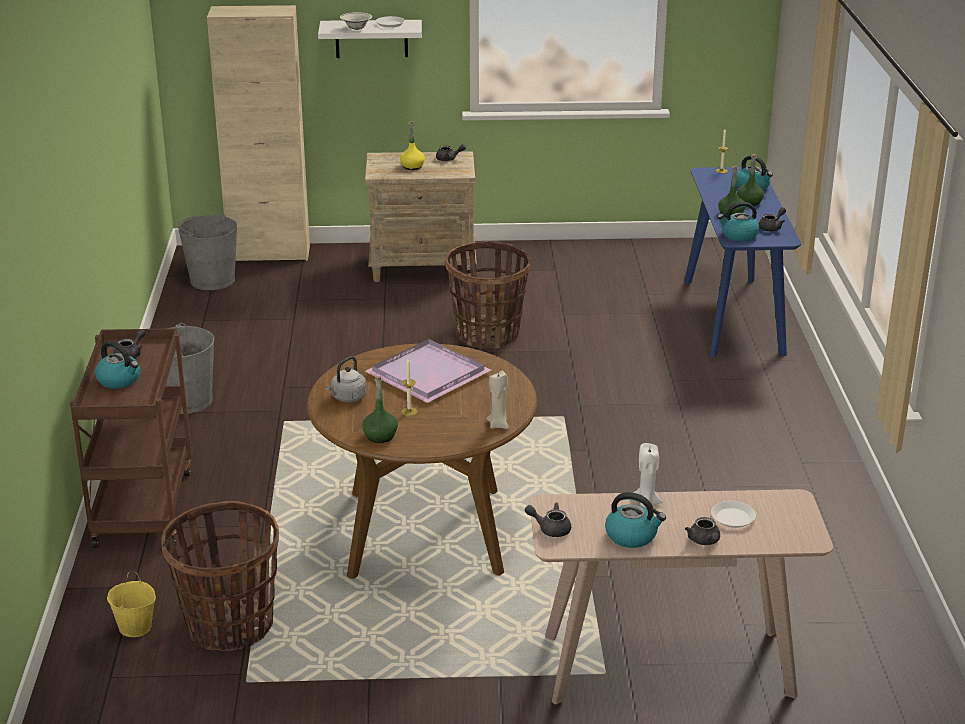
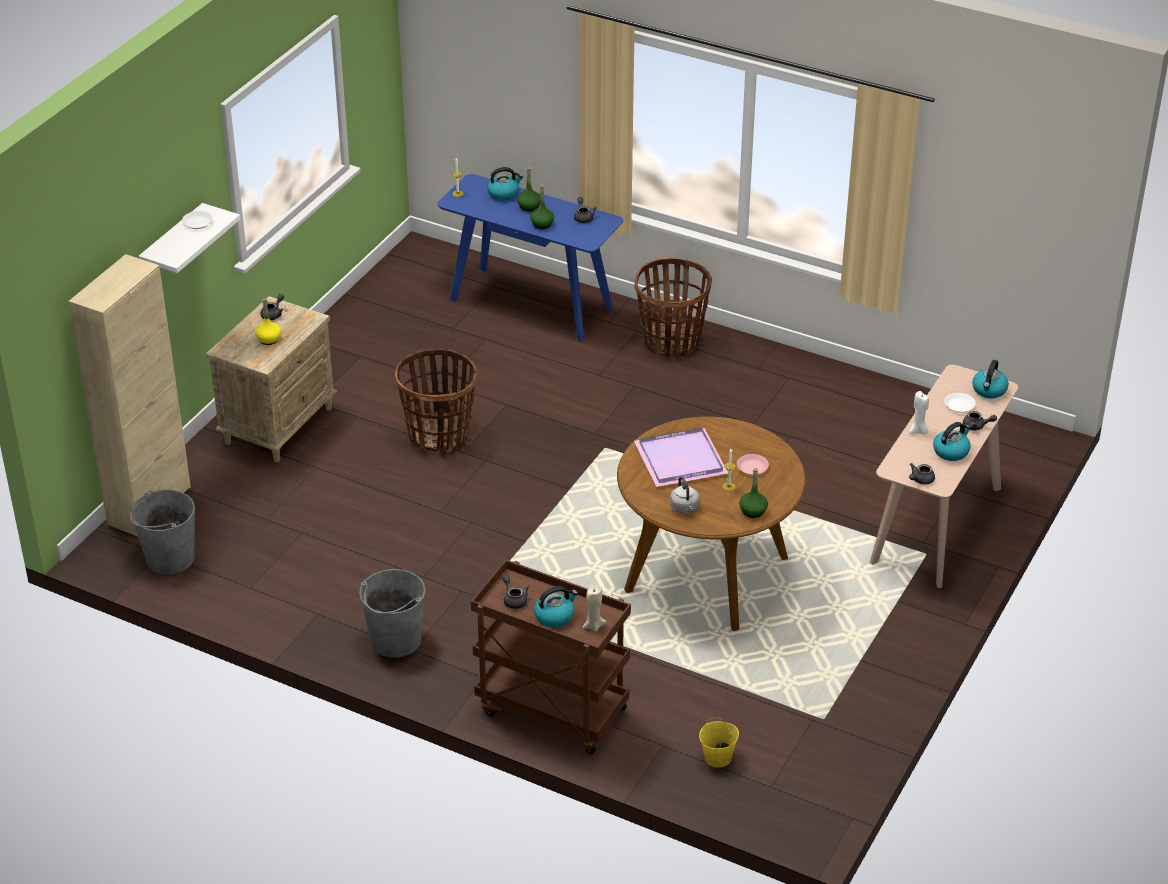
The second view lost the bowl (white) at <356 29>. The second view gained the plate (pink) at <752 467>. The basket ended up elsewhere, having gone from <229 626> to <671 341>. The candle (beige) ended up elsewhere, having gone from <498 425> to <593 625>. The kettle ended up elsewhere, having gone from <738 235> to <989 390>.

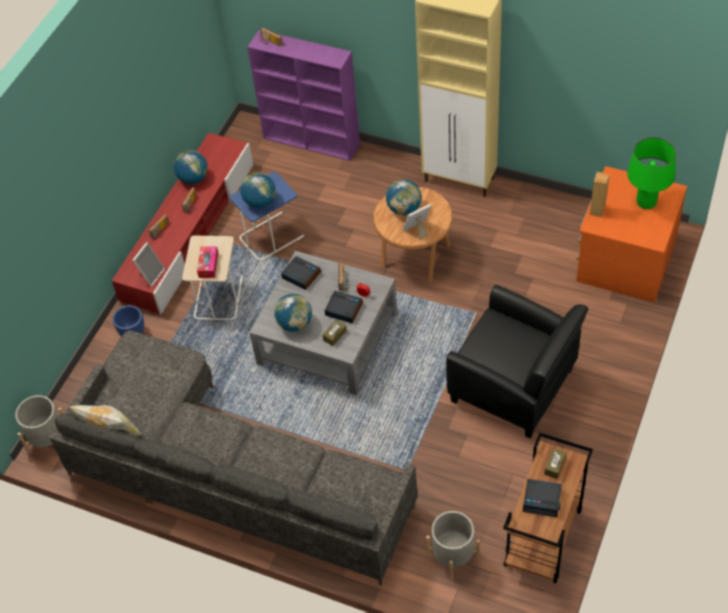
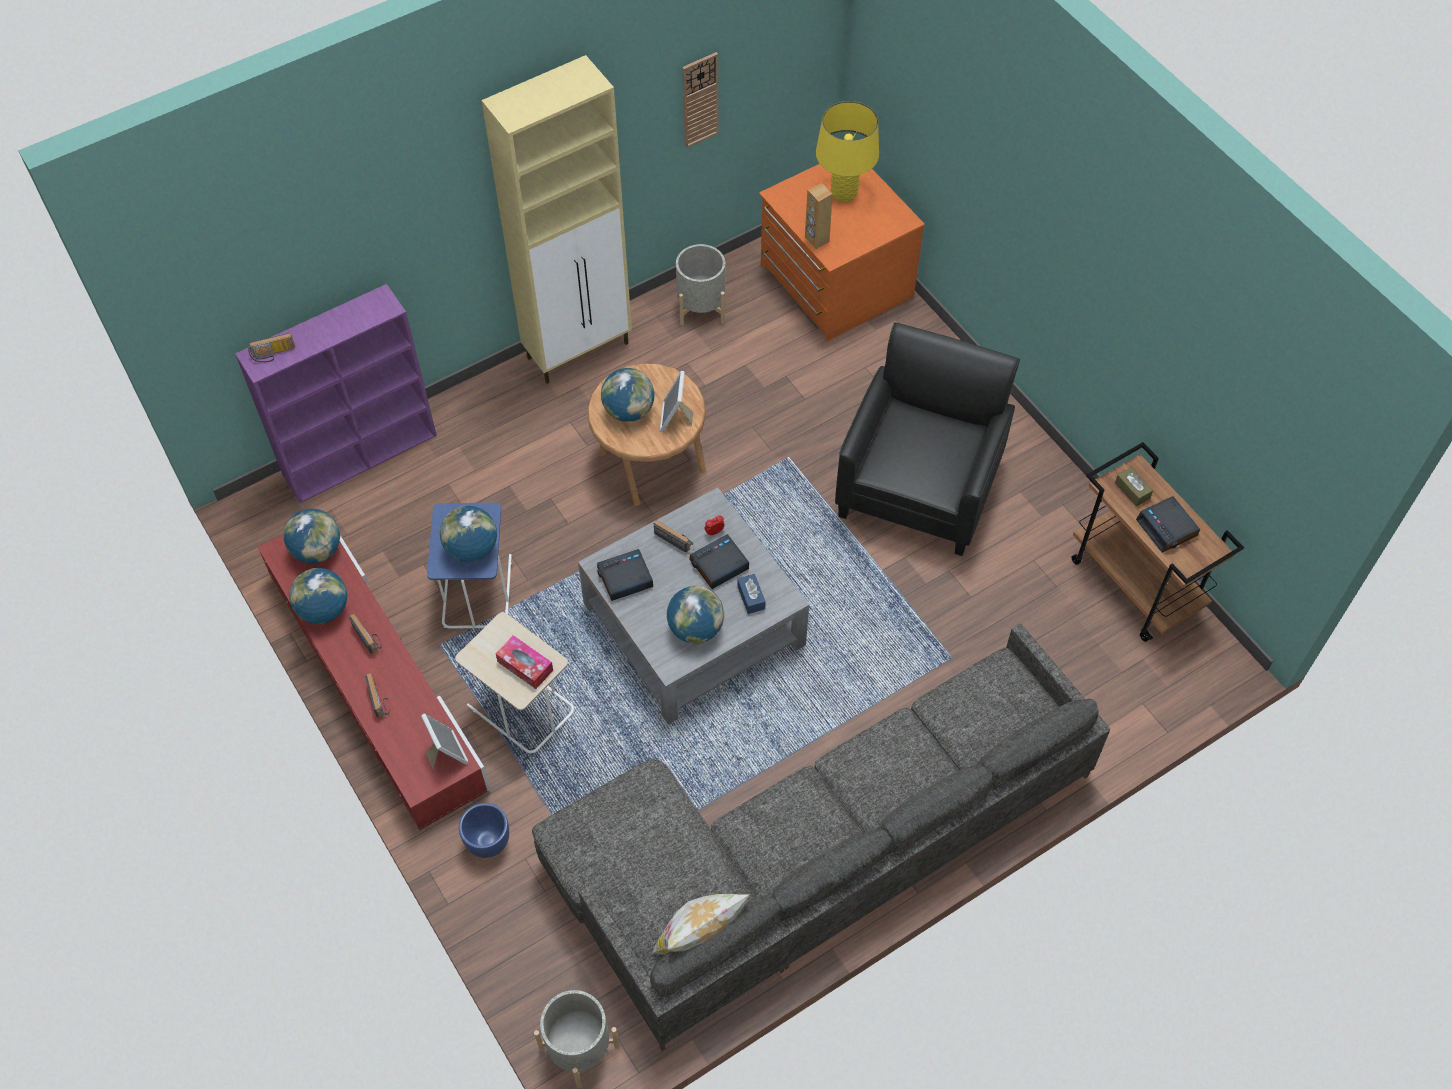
The second view gained the globe at <317 550>. The second view gained the wall clock at <700 100>. The planter (grey) ended up elsewhere, having gone from <453 556> to <701 307>. What was the tissue box (brown) at <335 335> turned into the tissue box (blue) at <751 597>. What was the table lamp (green) at <646 202> turned into the table lamp (yellow) at <844 193>. The armchair (black) at <513 386> ended up facing another way, 45 degrees counterclockwise from before. The alarm clock at <542 500> ended up facing another way, 105 degrees clockwise from before.

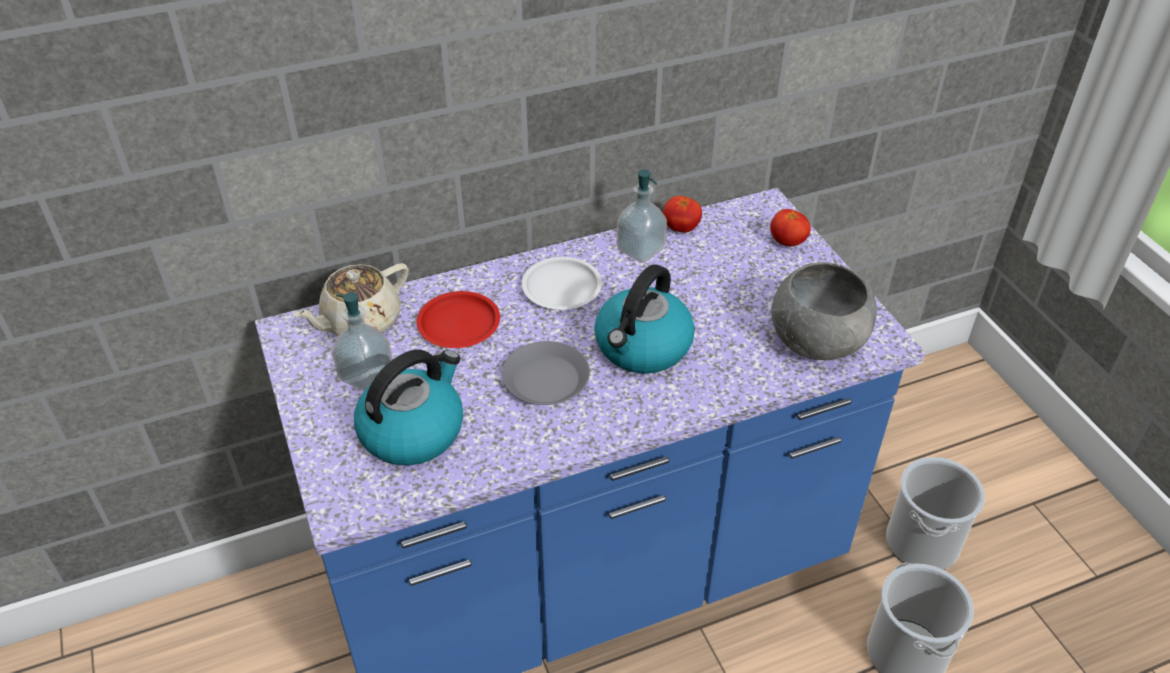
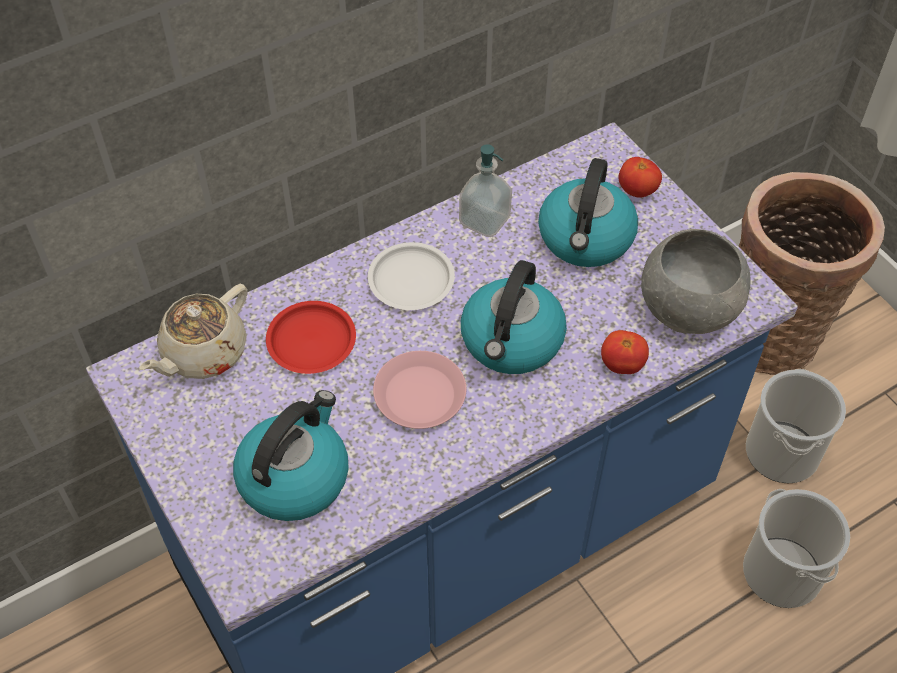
The second view lost the soap dispenser at <366 375>. The second view gained the kettle at <586 239>. The second view gained the basket at <773 332>. The tomato ended up elsewhere, having gone from <681 228> to <622 364>. What was the plate (grey) at <546 379> turned into the plate (pink) at <420 395>.

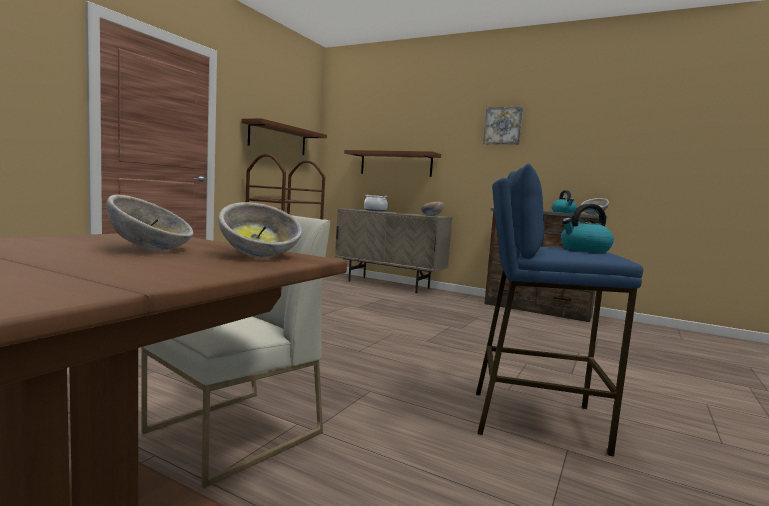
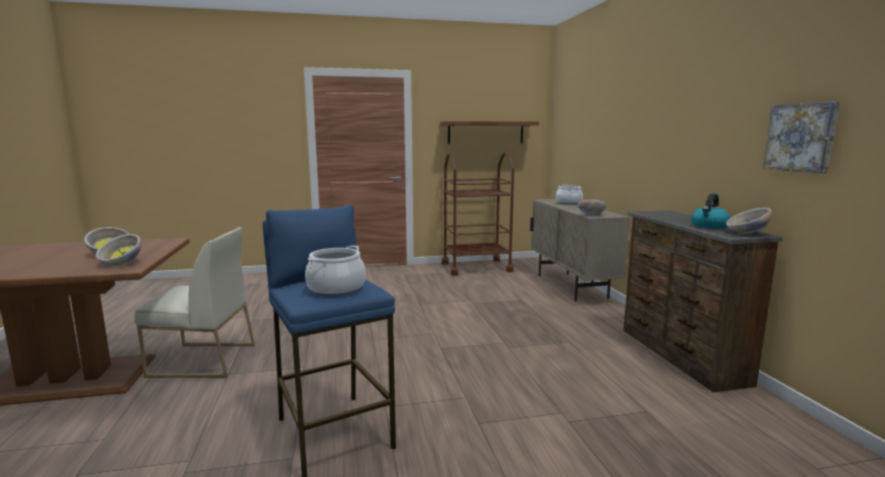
The second view lost the shelf (brown) at <395 164>. The picture ended up elsewhere, having gone from <503 126> to <801 137>. Where the kettle stood at <584 250>, the cooking pot came to stand at <336 289>.

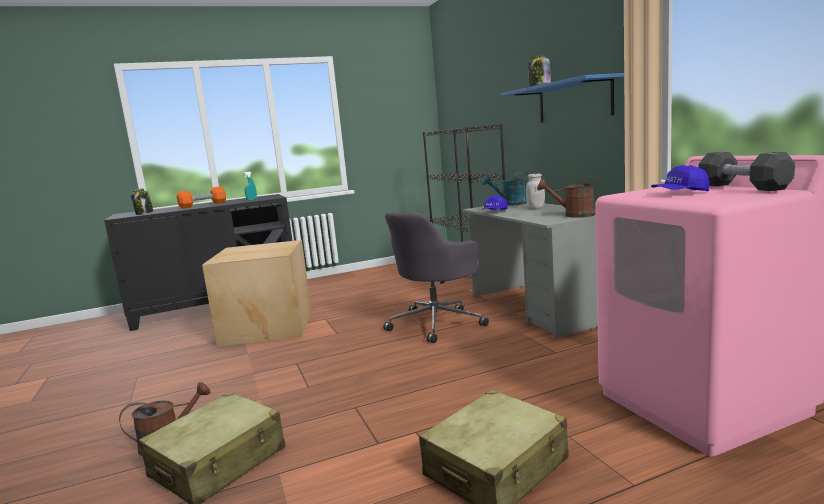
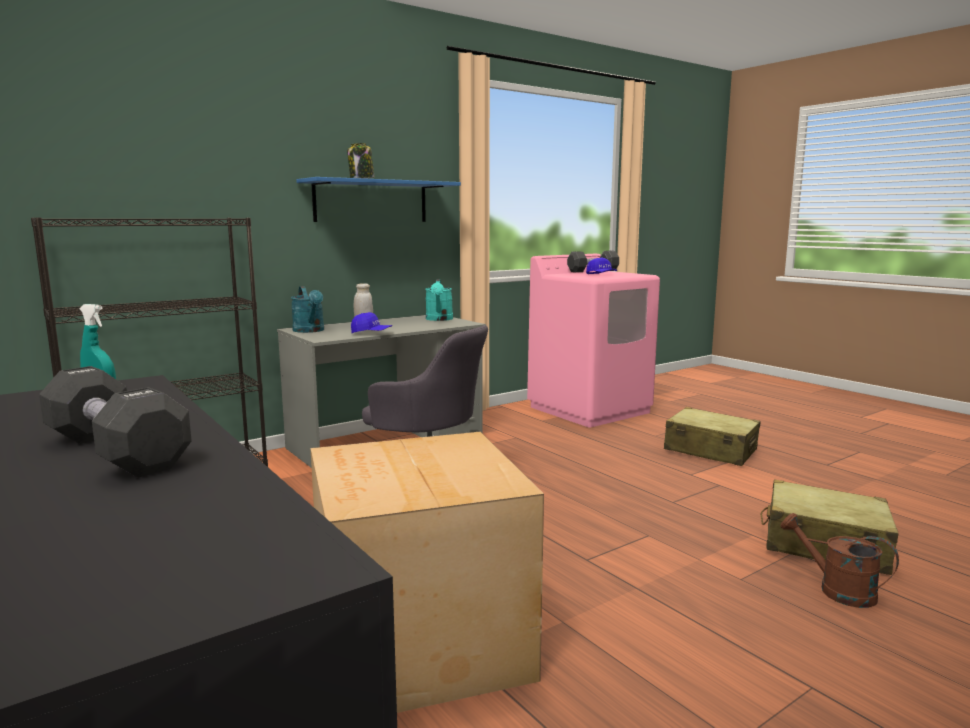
The second view lost the jar at <144 213>. What was the dumbbell (orange) at <203 205> turned into the dumbbell (black) at <116 452>. What was the watering can (brown) at <573 215> turned into the watering can (turquoise) at <439 319>.

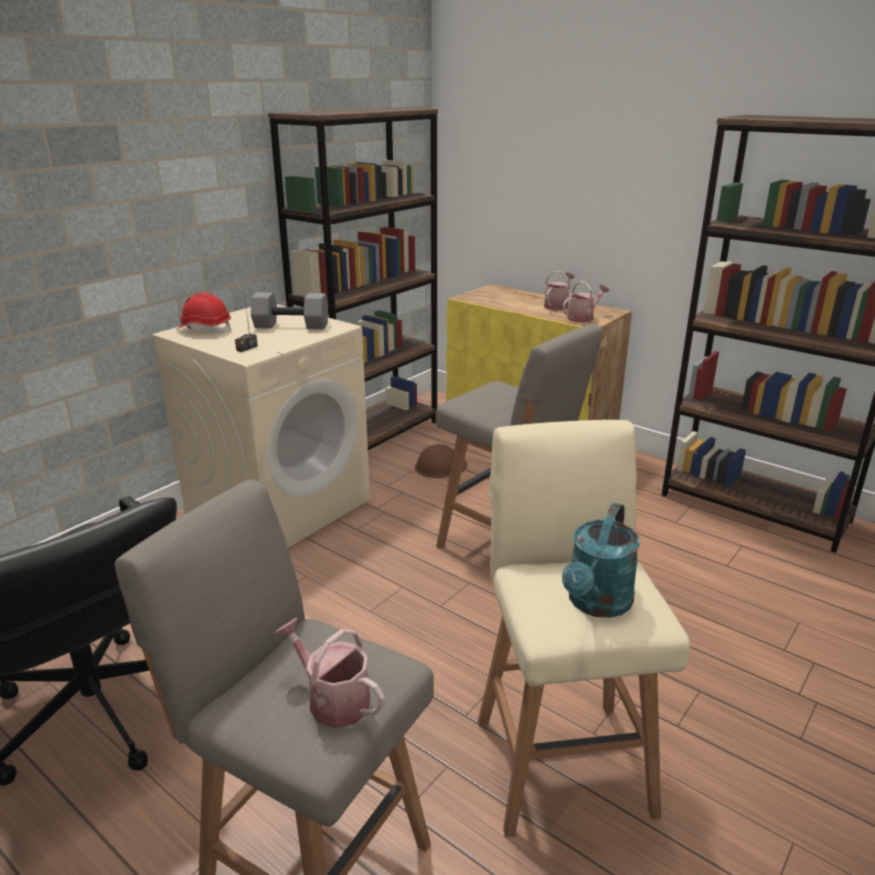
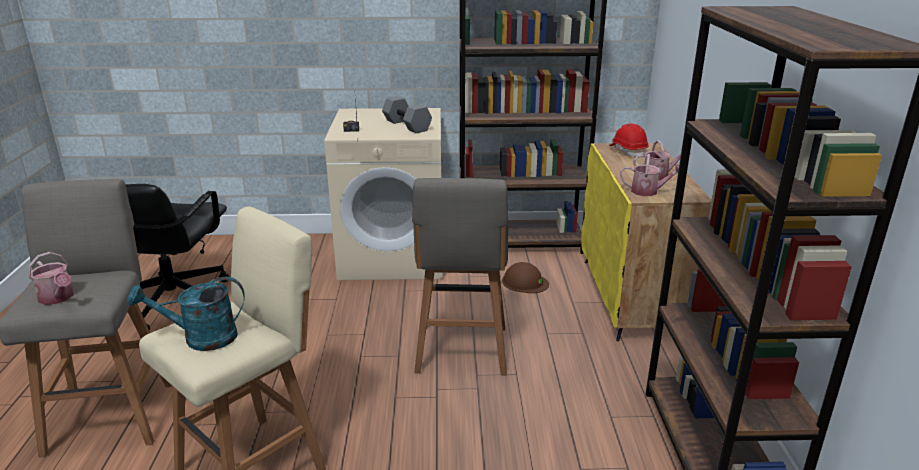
The hard hat (red) ended up elsewhere, having gone from <205 330> to <628 151>. The watering can at <332 699> ended up facing another way, 135 degrees clockwise from before.

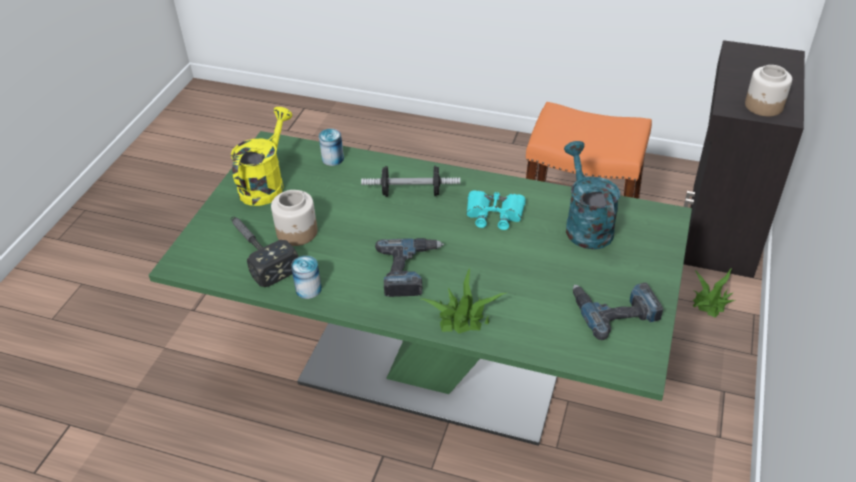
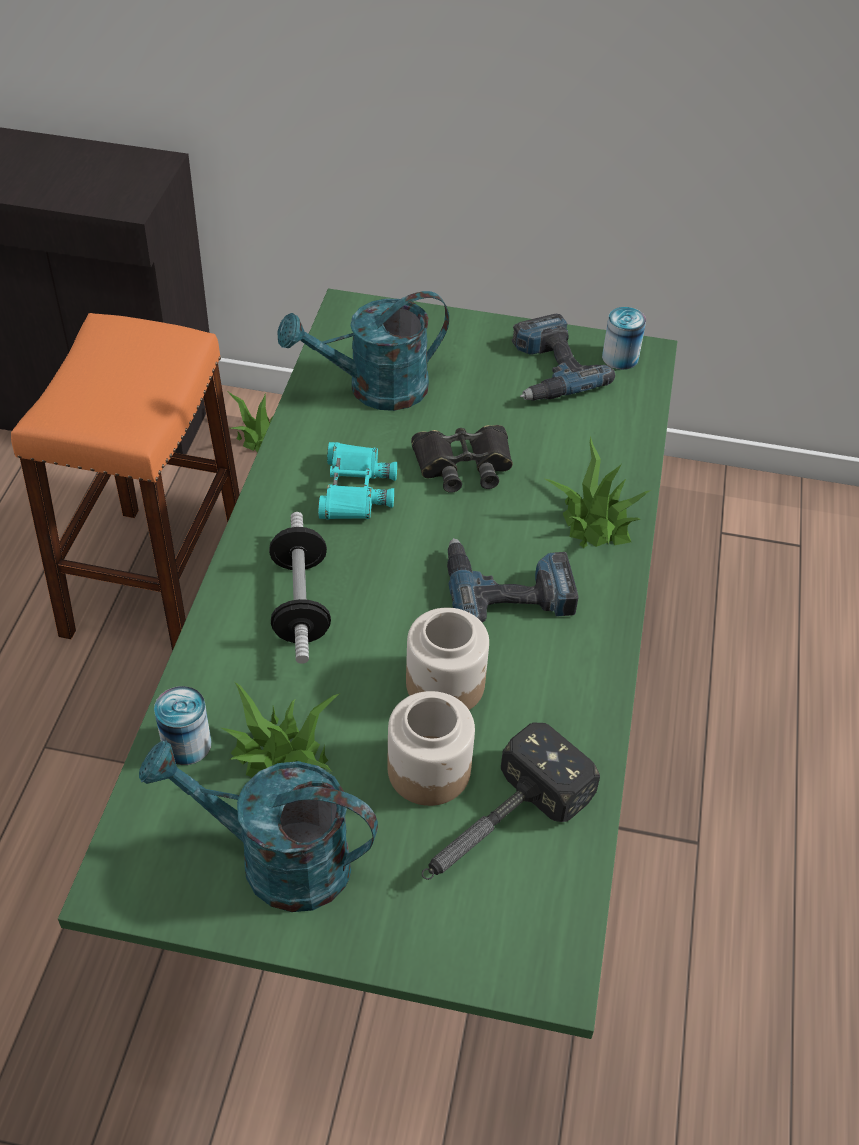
The second view gained the potted plant at <281 757>. The second view gained the binoculars (black) at <463 464>. The can ended up elsewhere, having gone from <308 289> to <620 357>. The jar ended up elsewhere, having gone from <764 106> to <446 684>. What was the watering can (yellow) at <265 184> turned into the watering can (turquoise) at <275 860>.

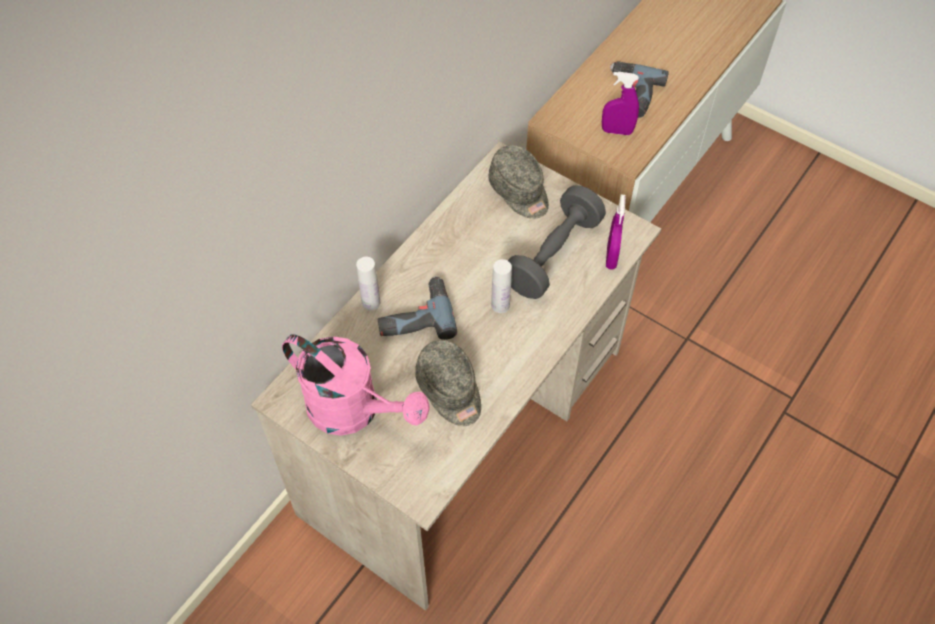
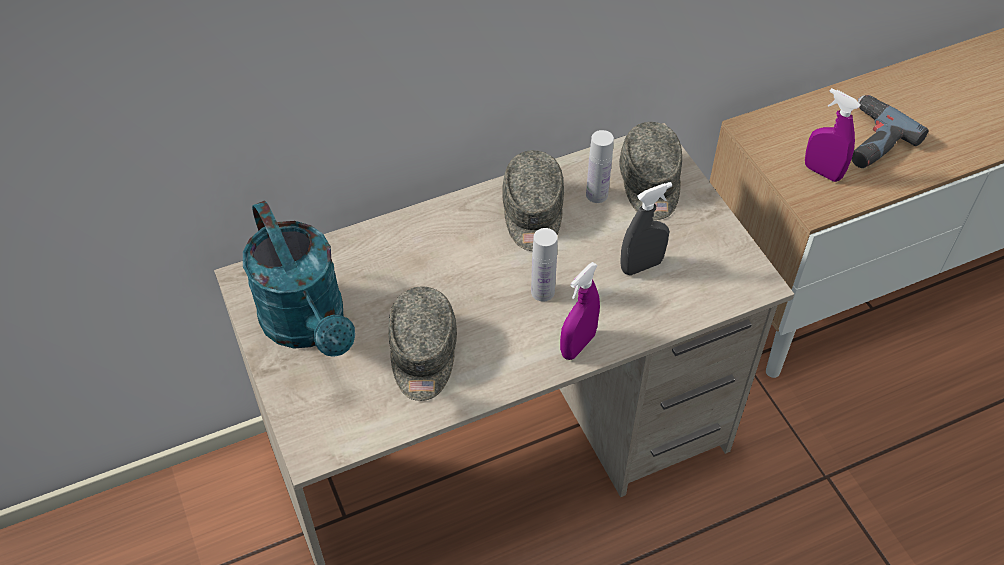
The second view lost the power drill at <414 315>. The second view gained the cap (grey) at <533 213>. The bottle (white) ended up elsewhere, having gone from <371 302> to <597 195>. The spray bottle (purple) ended up elsewhere, having gone from <611 257> to <578 345>. Where the dumbbell (grey) stood at <553 255>, the spray bottle (grey) came to stand at <641 266>. What was the watering can (pink) at <354 410> turned into the watering can (turquoise) at <309 326>.

